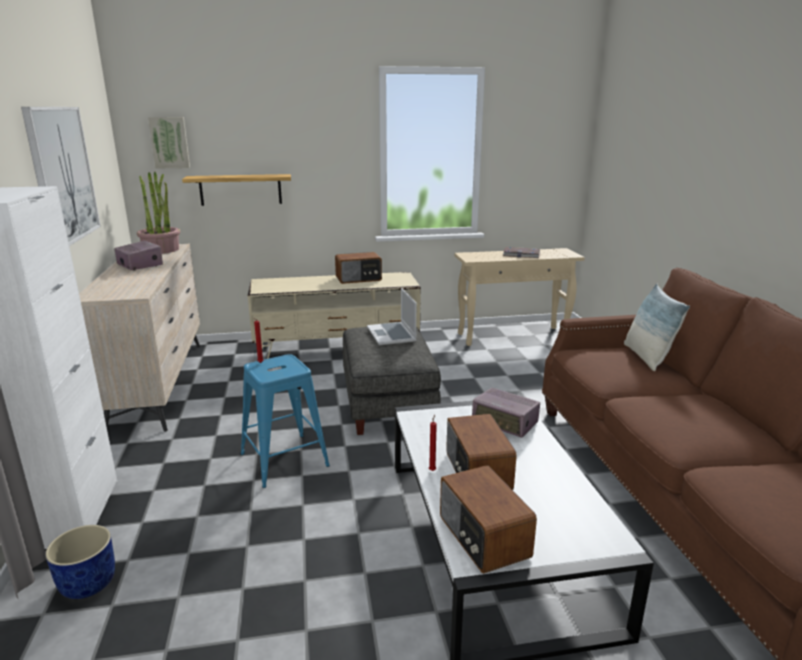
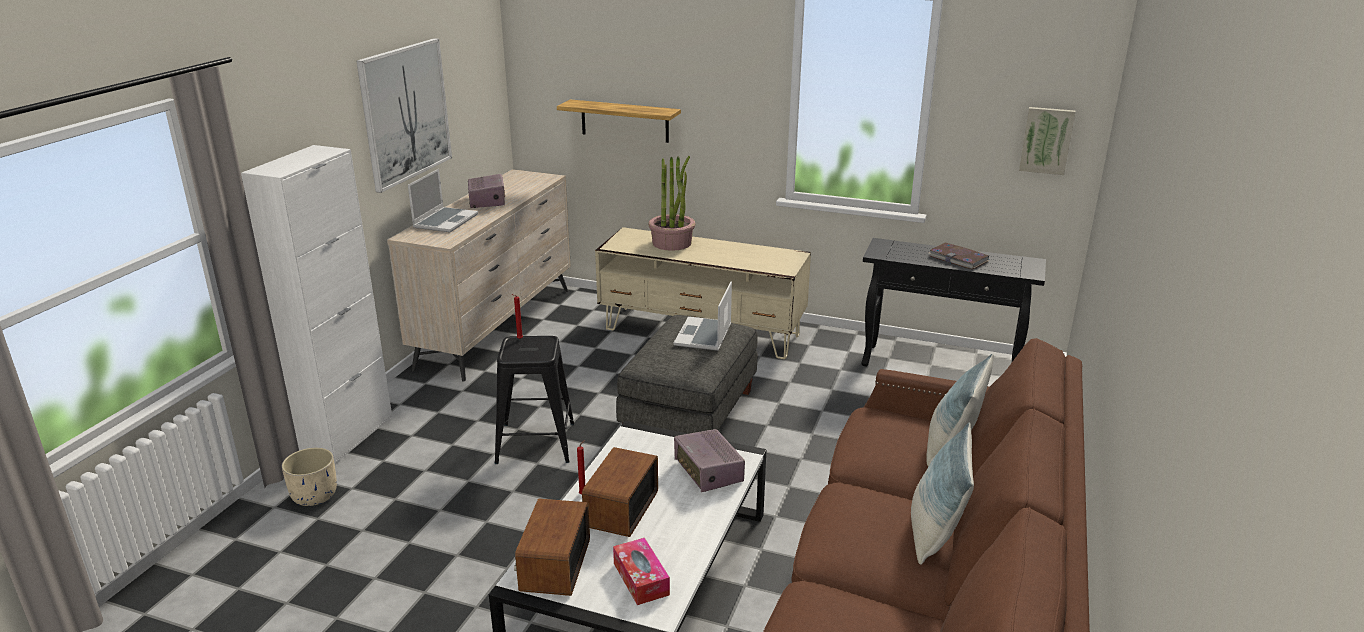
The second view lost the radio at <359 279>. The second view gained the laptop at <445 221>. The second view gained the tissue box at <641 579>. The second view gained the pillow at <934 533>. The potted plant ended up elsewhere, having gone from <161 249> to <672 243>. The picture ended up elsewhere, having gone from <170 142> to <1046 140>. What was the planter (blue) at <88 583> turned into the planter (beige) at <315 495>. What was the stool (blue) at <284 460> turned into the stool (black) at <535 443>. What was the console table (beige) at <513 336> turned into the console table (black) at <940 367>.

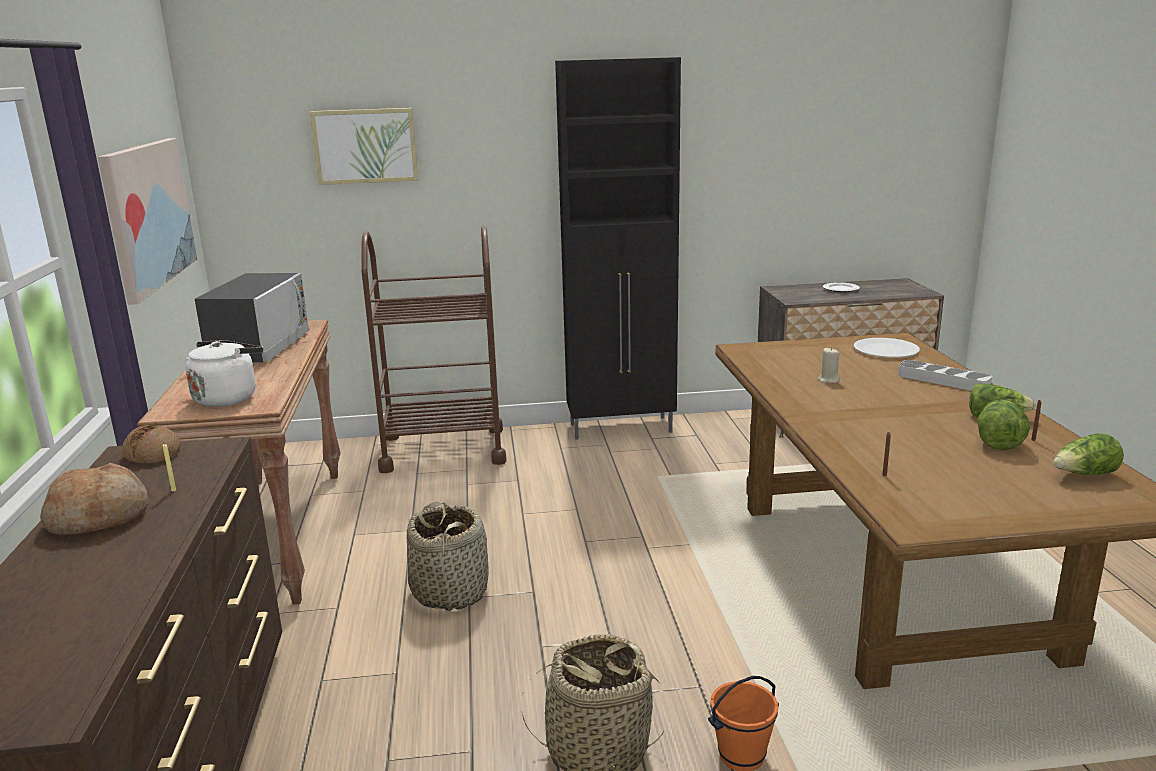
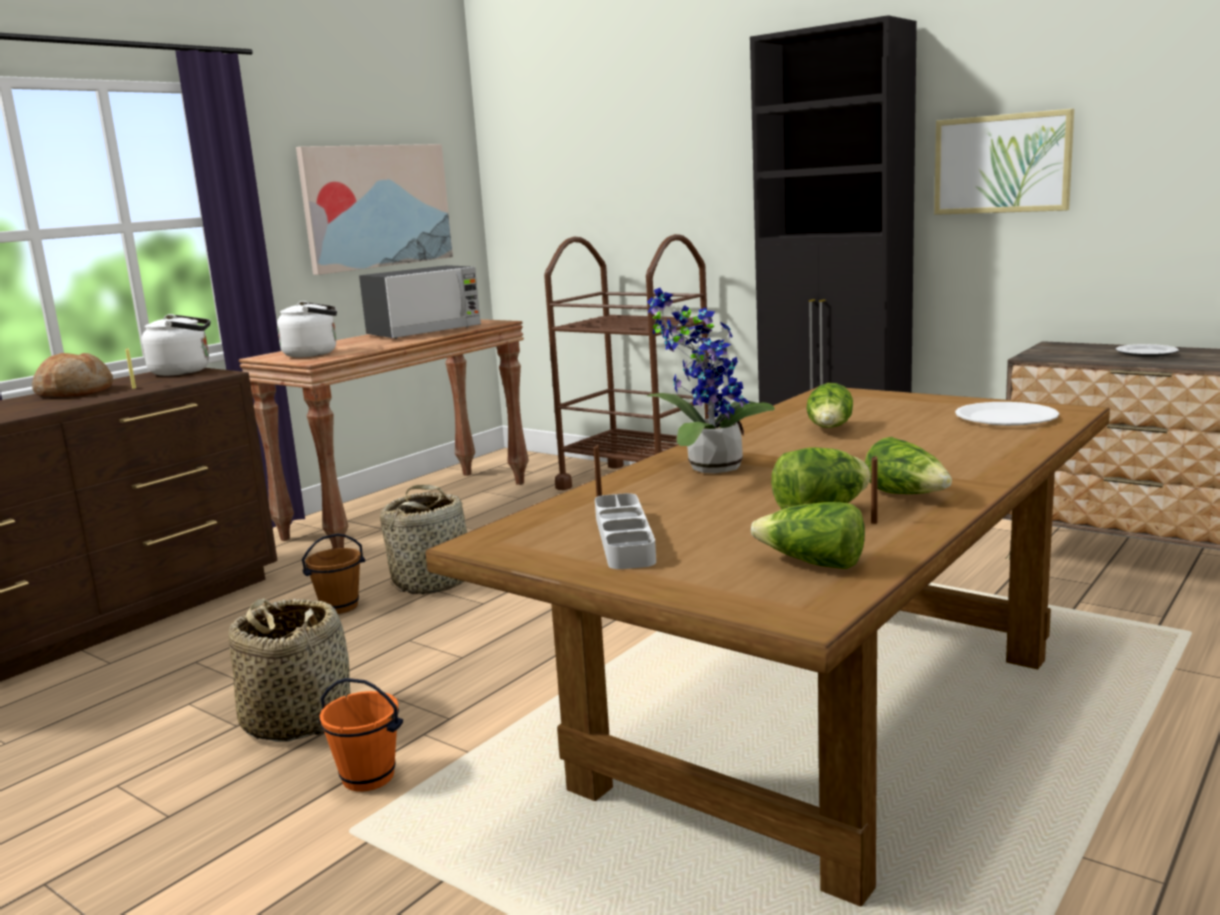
The second view gained the bucket (brown) at <339 607>. The second view gained the potted plant at <708 467>. The picture ended up elsewhere, having gone from <365 146> to <1002 164>. The tray (grey) ended up elsewhere, having gone from <943 381> to <624 538>. Where the bread stood at <153 454>, the kettle (white) came to stand at <185 371>. Where the candle (beige) stood at <828 380>, the lettuce came to stand at <830 429>.

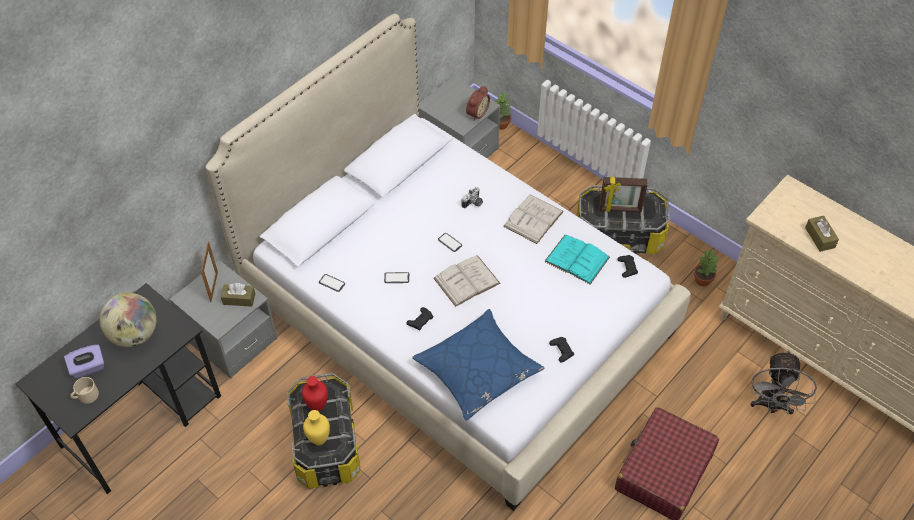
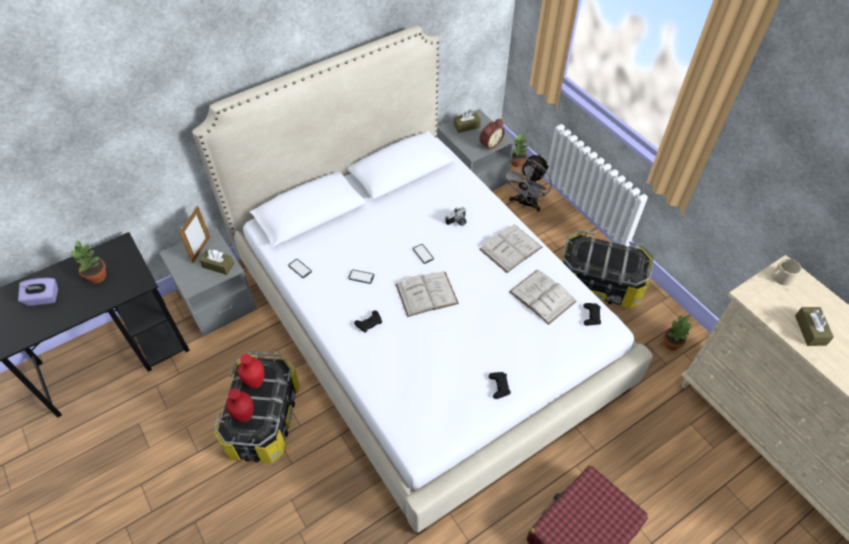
The second view lost the pillow (blue) at <477 370>. The second view lost the picture frame at <620 209>. The second view gained the tissue box (brown) at <466 126>. The mug (beige) ended up elsewhere, having gone from <86 396> to <780 278>. The fan (grey) ended up elsewhere, having gone from <771 406> to <525 203>. Where the globe stood at <134 335>, the potted plant came to stand at <97 277>. What was the vase (yellow) at <319 439> turned into the vase (red) at <245 416>. What was the book (turquoise) at <577 259> turned into the book (white) at <542 296>.

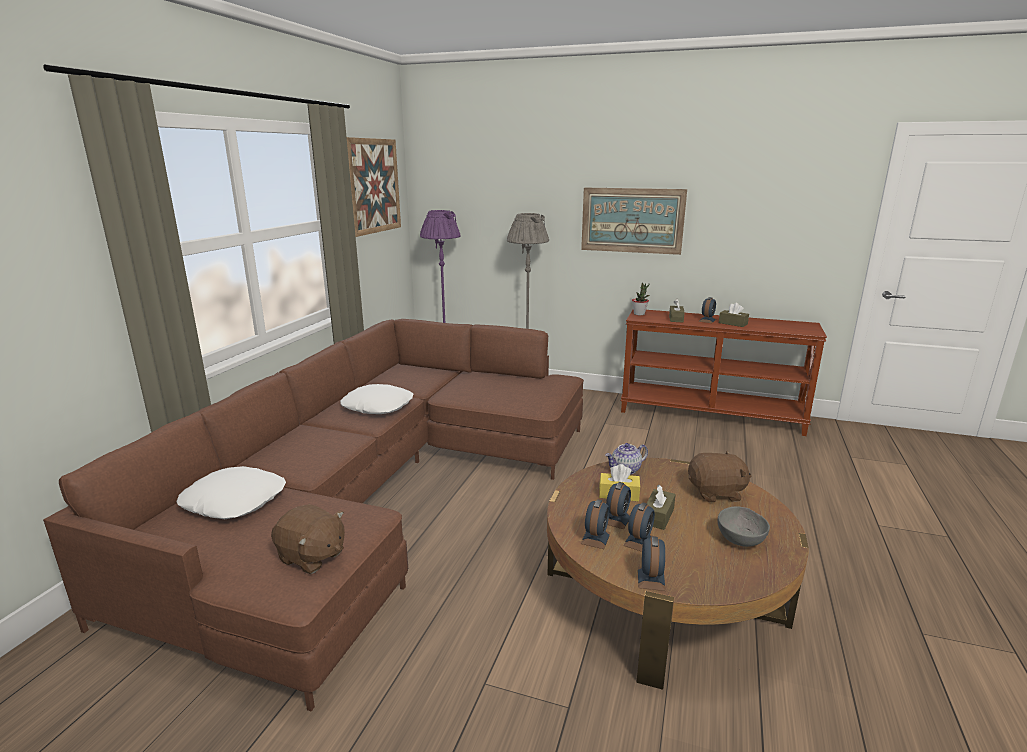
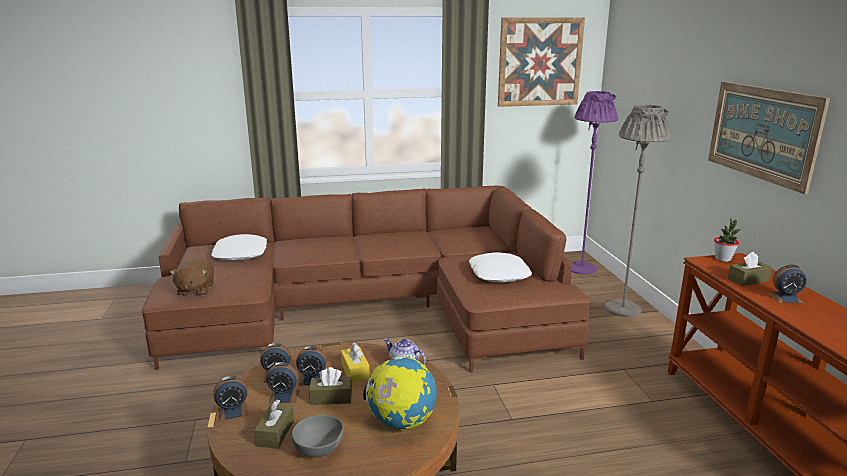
The pillow (white) ended up elsewhere, having gone from <378 406> to <499 274>. The tissue box (brown) ended up elsewhere, having gone from <733 323> to <275 433>. Where the plush toy (brown) stood at <716 493>, the globe came to stand at <401 423>.

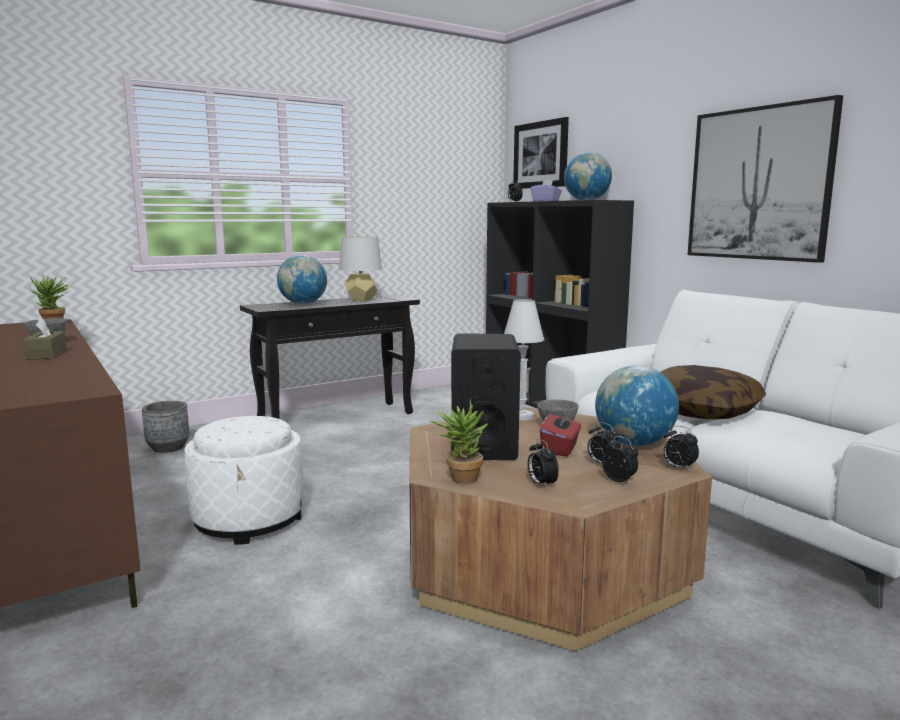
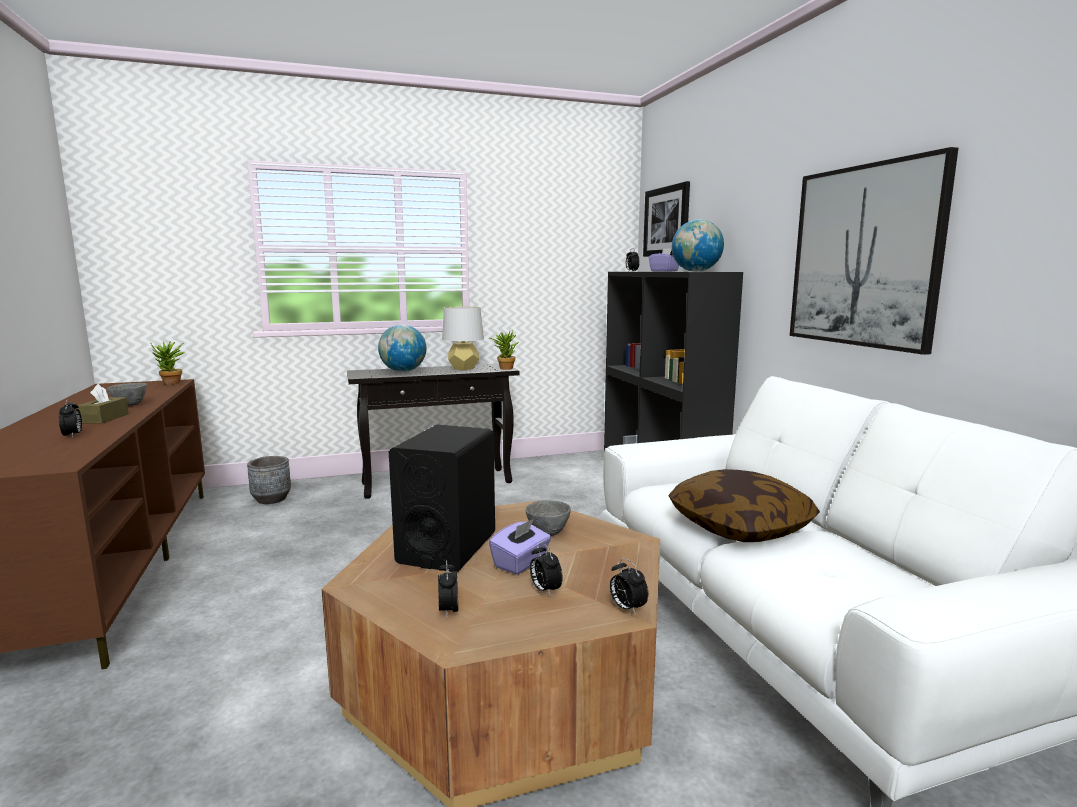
The second view lost the ottoman (white) at <249 520>. The second view lost the table lamp (white) at <521 417>. The second view lost the globe at <633 443>. The potted plant ended up elsewhere, having gone from <460 477> to <504 368>. The alarm clock ended up elsewhere, having gone from <620 481> to <73 436>. What was the tissue box (red) at <560 449> turned into the tissue box (purple) at <521 563>.

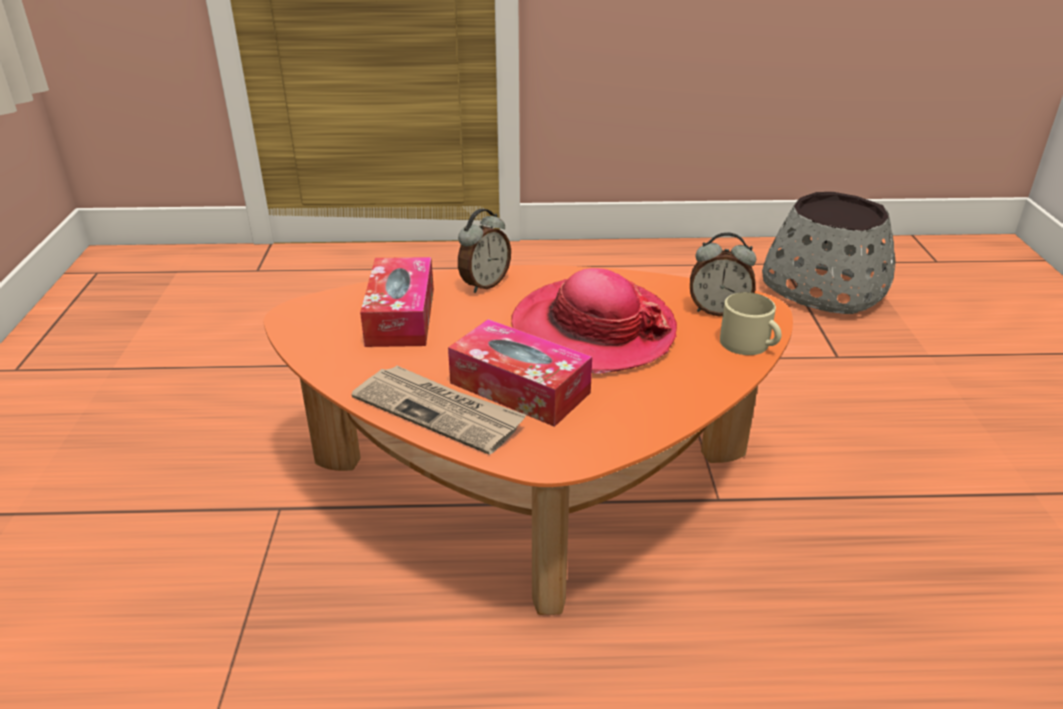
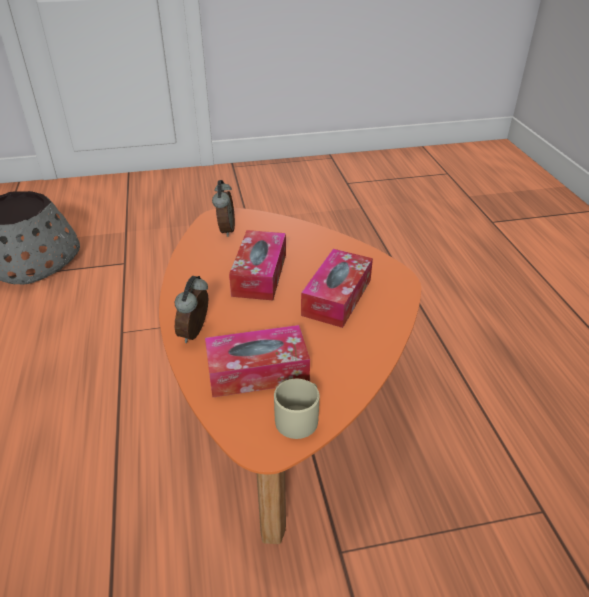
The second view lost the newspaper at <439 411>. The mug (beige) ended up elsewhere, having gone from <749 344> to <300 417>. Where the hat stood at <593 330>, the tissue box came to stand at <259 274>. The alarm clock at <484 284> ended up facing another way, 105 degrees counterclockwise from before.

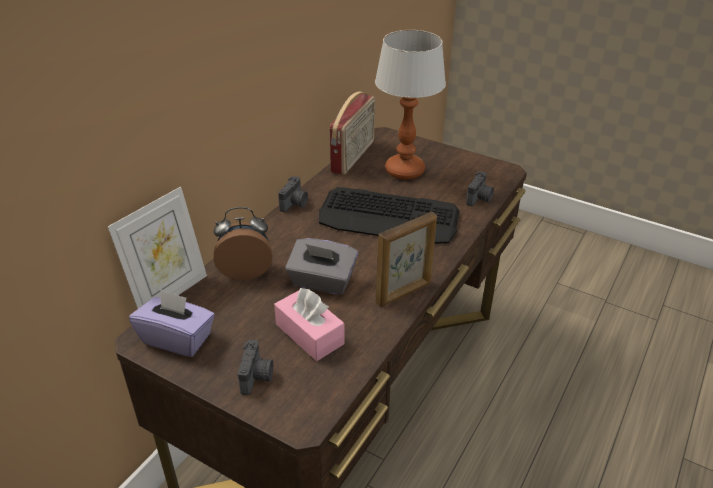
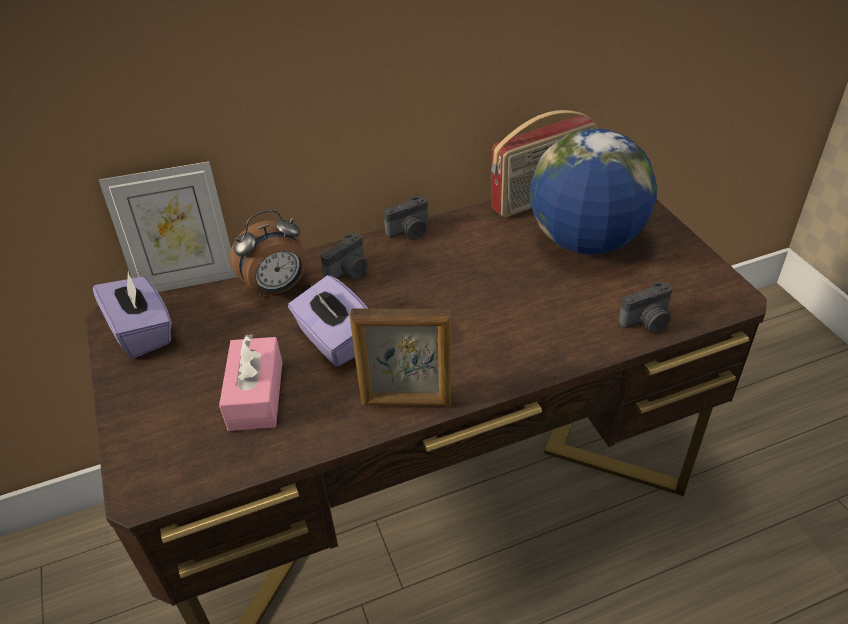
The second view lost the keyboard at <389 217>. The photo camera ended up elsewhere, having gone from <257 377> to <349 272>. Where the table lamp stood at <404 171>, the globe came to stand at <585 242>. What was the tissue box (grey) at <322 282> turned into the tissue box (purple) at <335 340>. The alarm clock at <245 270> ended up facing another way, 120 degrees clockwise from before.

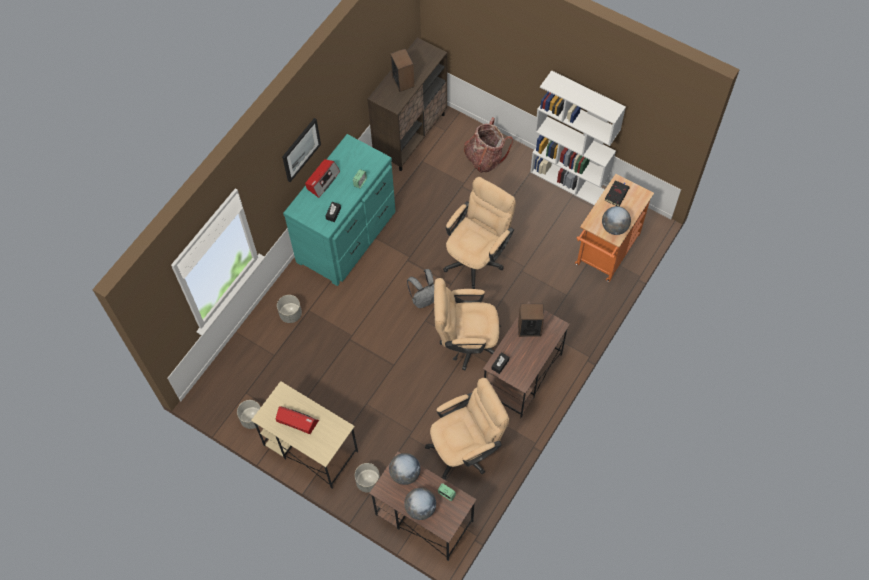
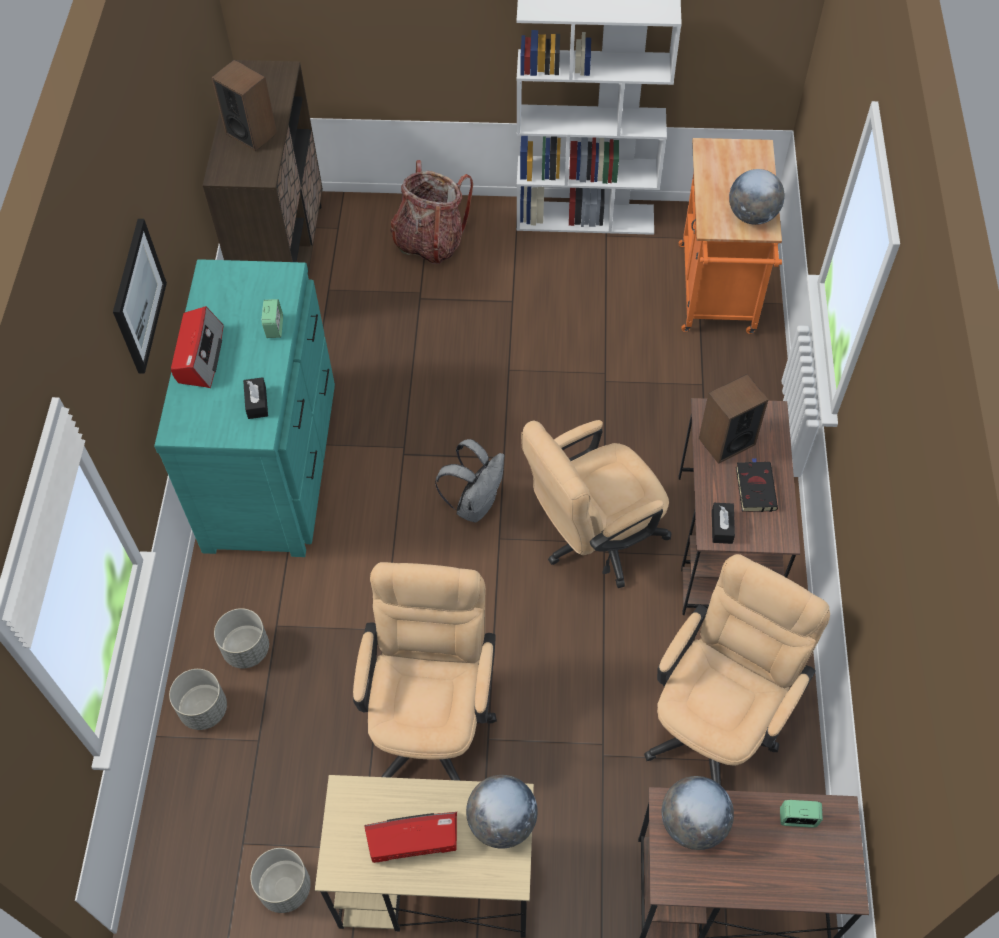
The planter (grey) ended up elsewhere, having gone from <368 482> to <204 709>. The globe ended up elsewhere, having gone from <420 508> to <502 821>. The office chair (beige) ended up elsewhere, having gone from <477 257> to <432 719>. The book (black) ended up elsewhere, having gone from <617 194> to <755 487>.

